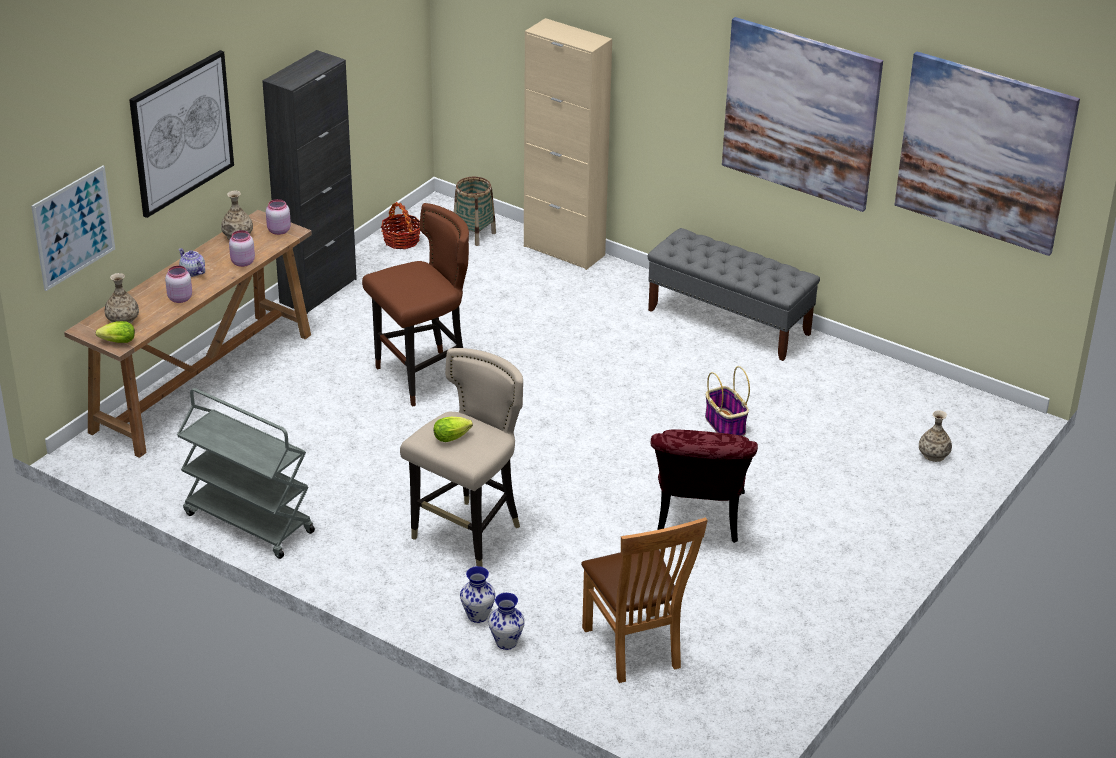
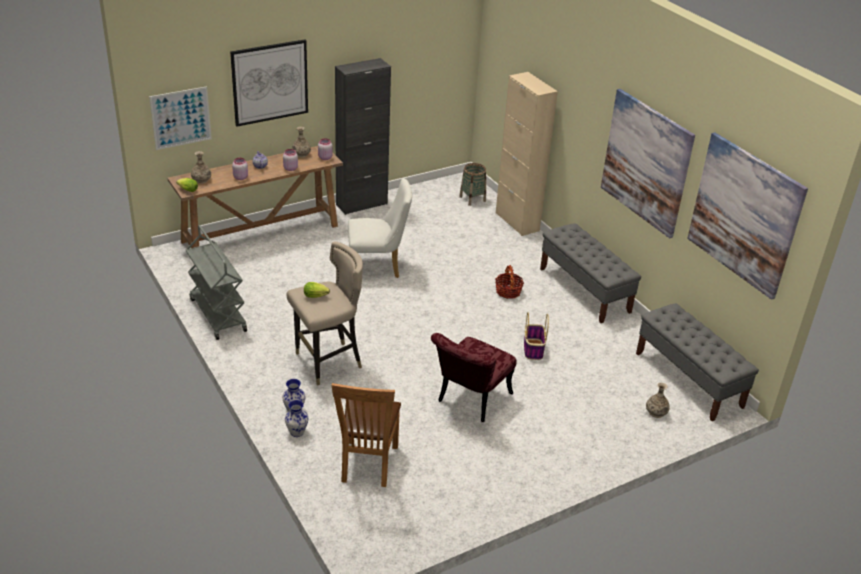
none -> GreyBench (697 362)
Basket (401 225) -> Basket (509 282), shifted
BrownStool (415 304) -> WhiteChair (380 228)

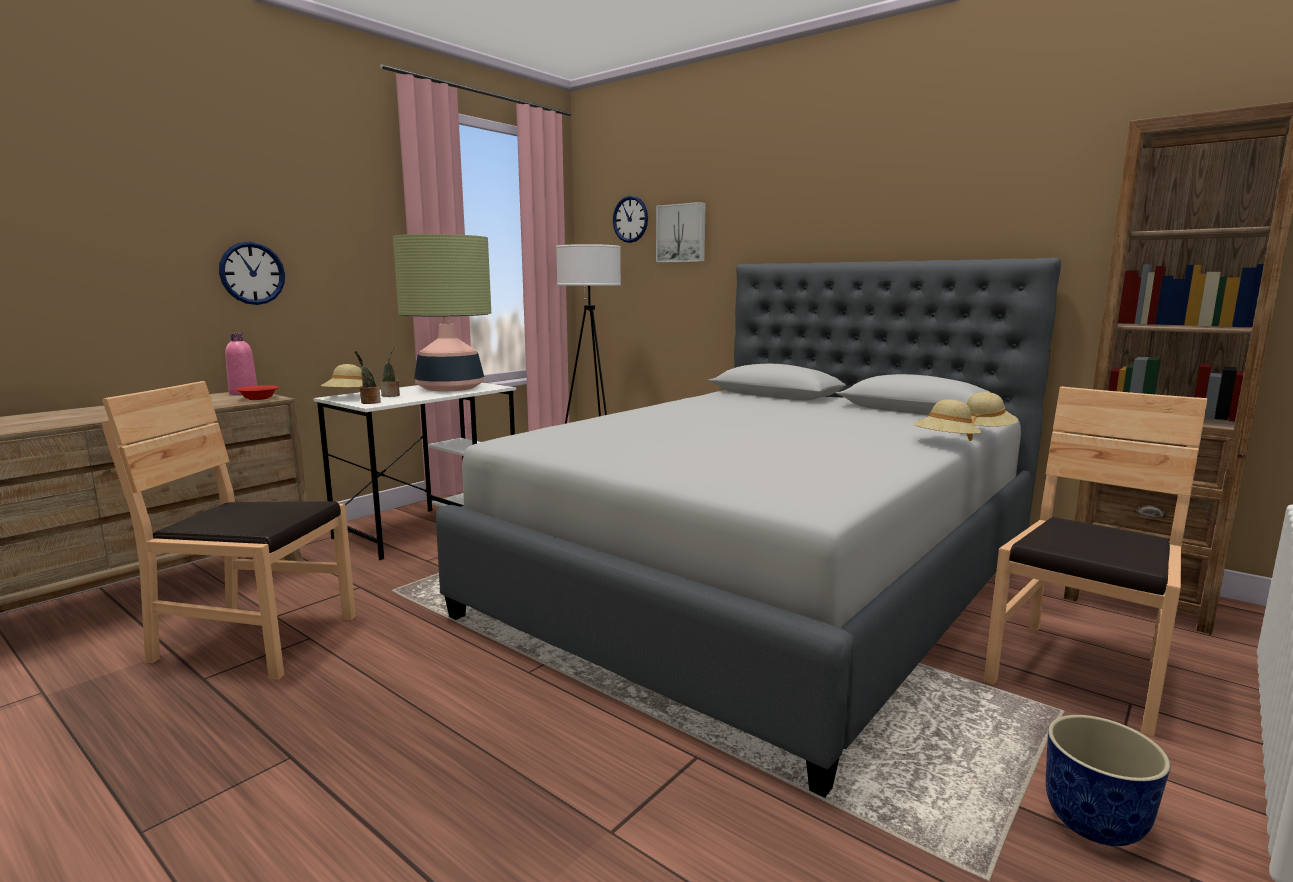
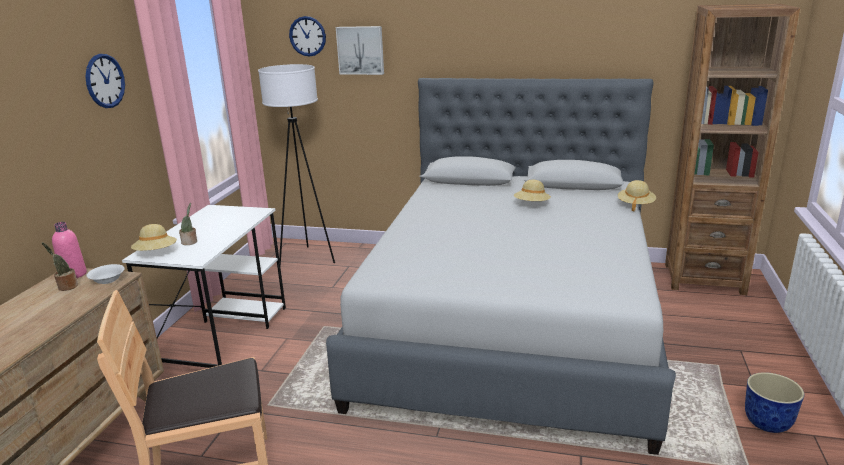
TableLamp (442 313) -> none
BrownChair (1096 562) -> none
WallClock (252 273) -> WallClock (105 81), shifted
PottedPlant (368 377) -> PottedPlant (60 266), shifted
BeigeHat (947 420) -> BeigeHat (532 190), shifted
RedBowl (257 392) -> WhiteBowl (105 274)

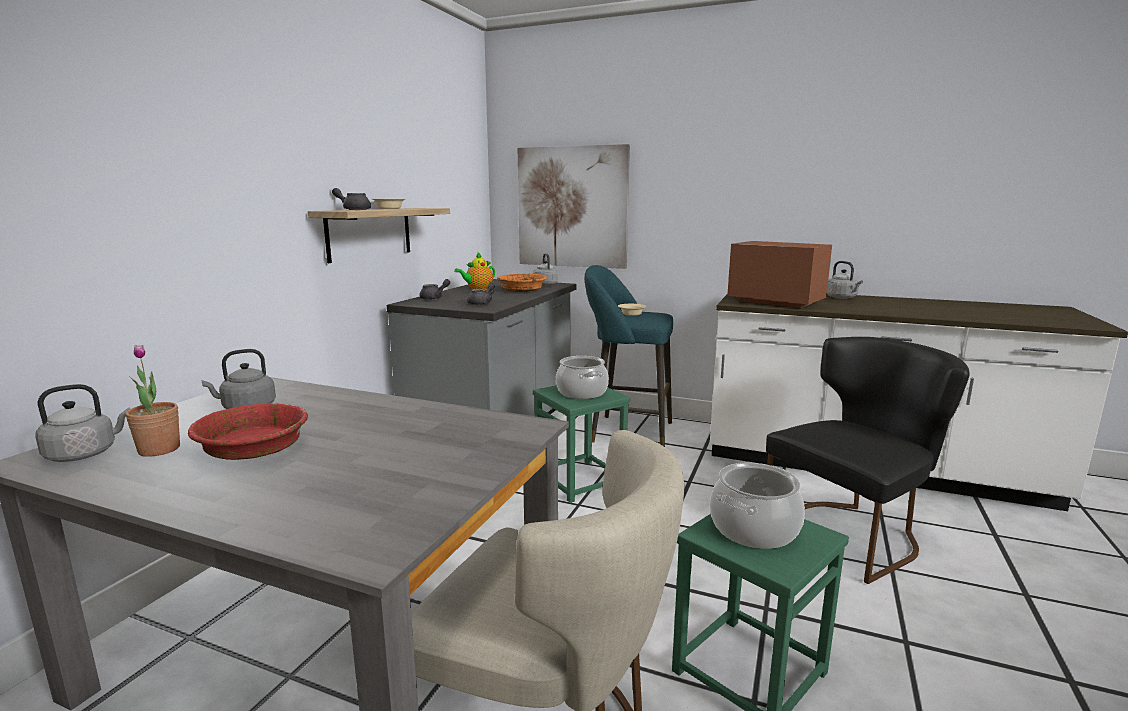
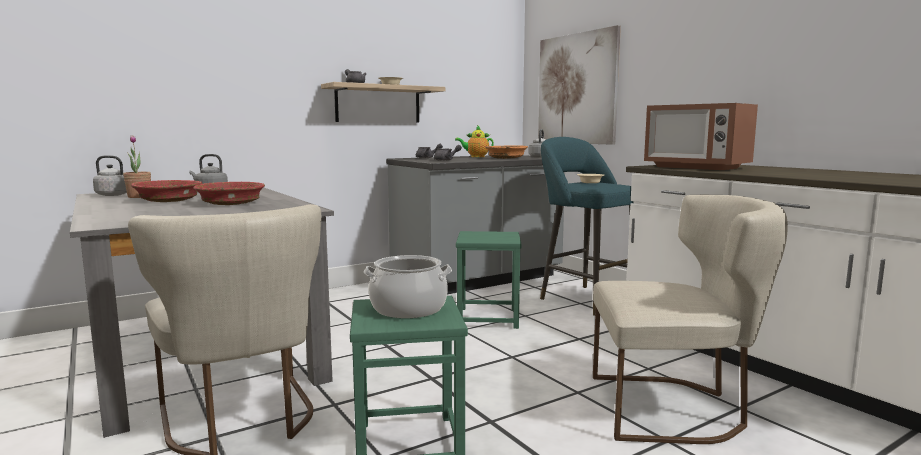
CookingPot (582 377) -> none
GreyKettle (845 280) -> none
none -> RedBowl (229 193)
BlackChair (868 460) -> BeigeChair (690 319)
Microwave (779 274) -> Microwave (701 136), 150 degrees clockwise

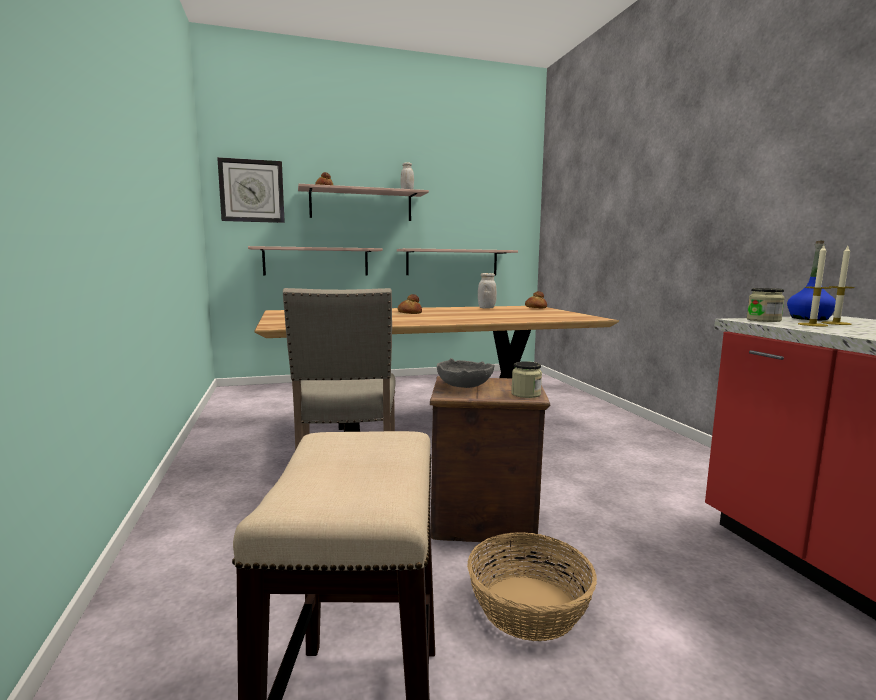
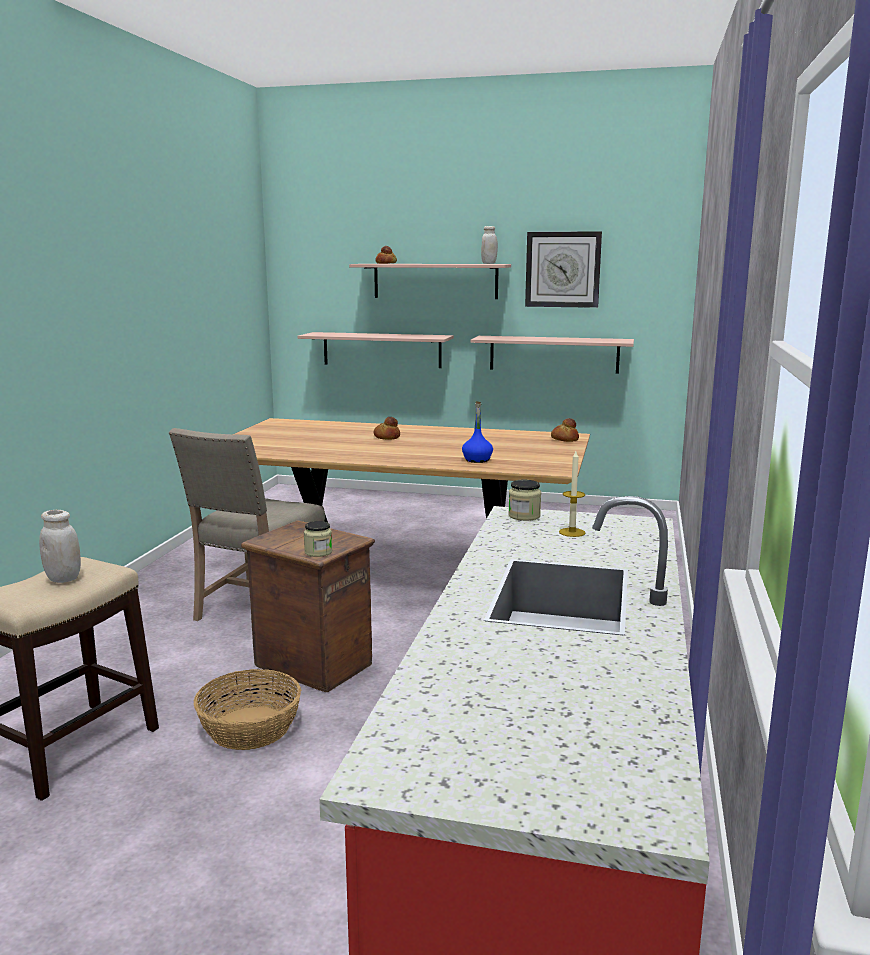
GreyBowl (466 373) -> none
Candle (814 286) -> none
WallClock (251 190) -> WallClock (563 269), shifted
WhiteJar (487 290) -> WhiteJar (60 546), shifted
BlueBottle (811 280) -> BlueBottle (477 432), shifted

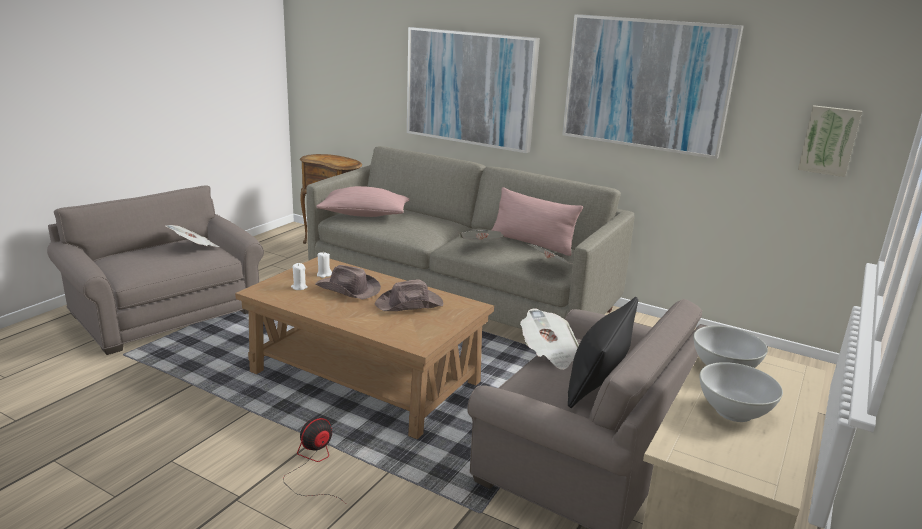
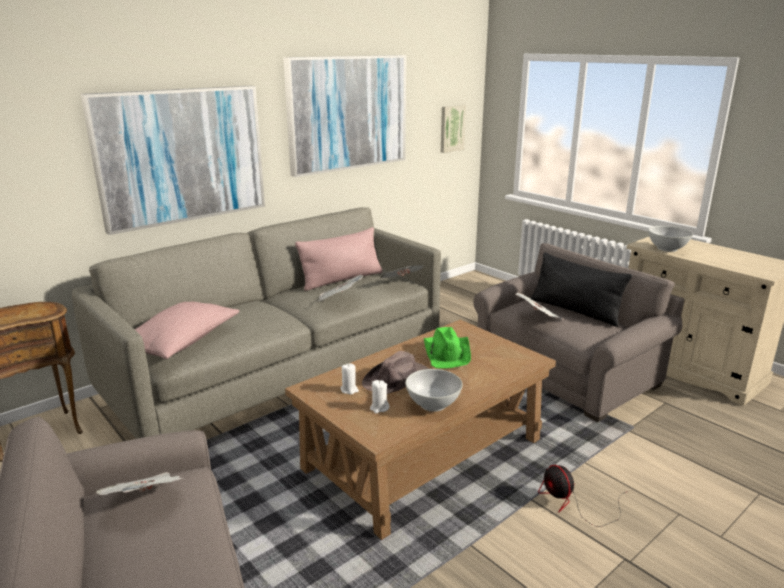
WhiteBowl (741 392) -> WhiteBowl (434 390), shifted
BrownHat (409 295) -> GreenHat (447 348)

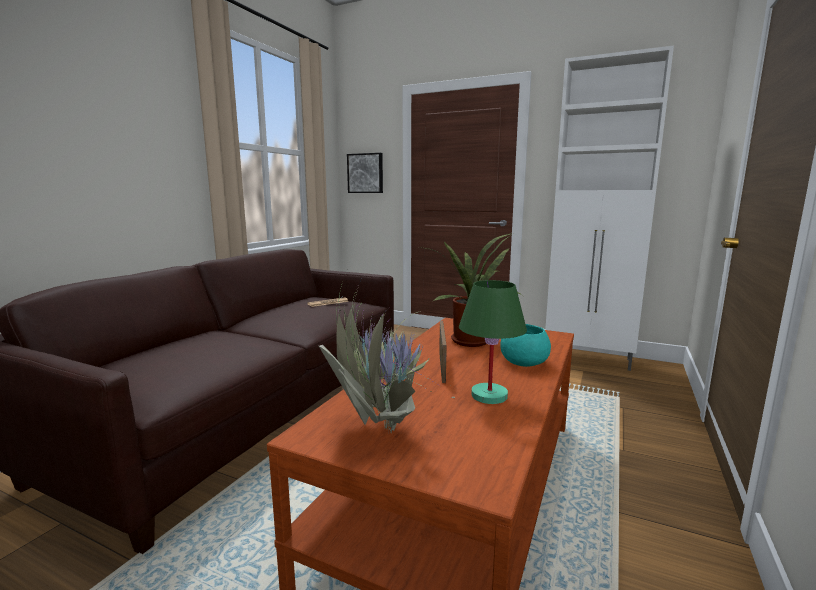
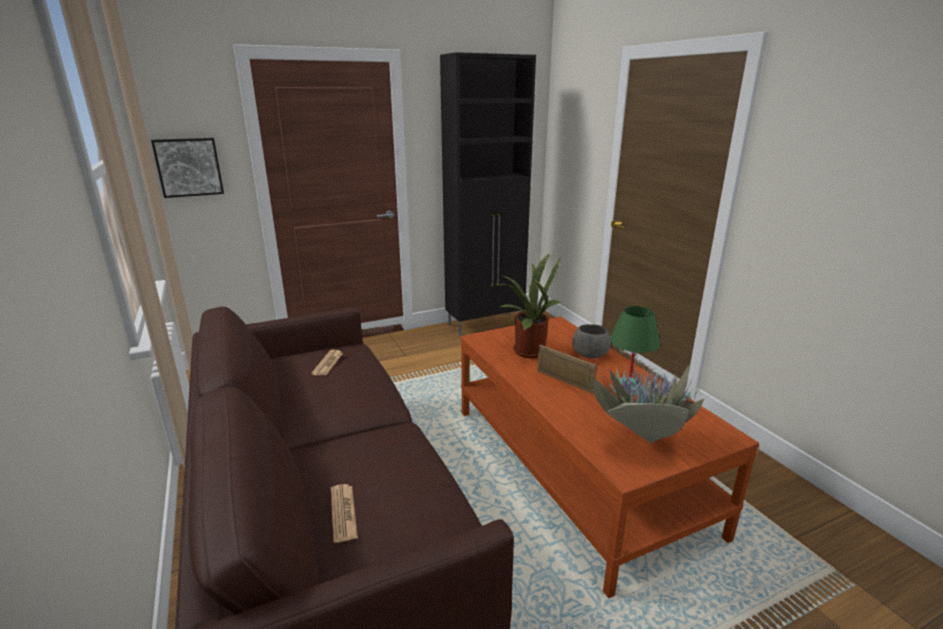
none -> Newspaper (344 513)
TurquoiseBowl (525 345) -> GreyBowl (591 341)
WhiteCabinet (609 208) -> BlackCabinet (488 194)

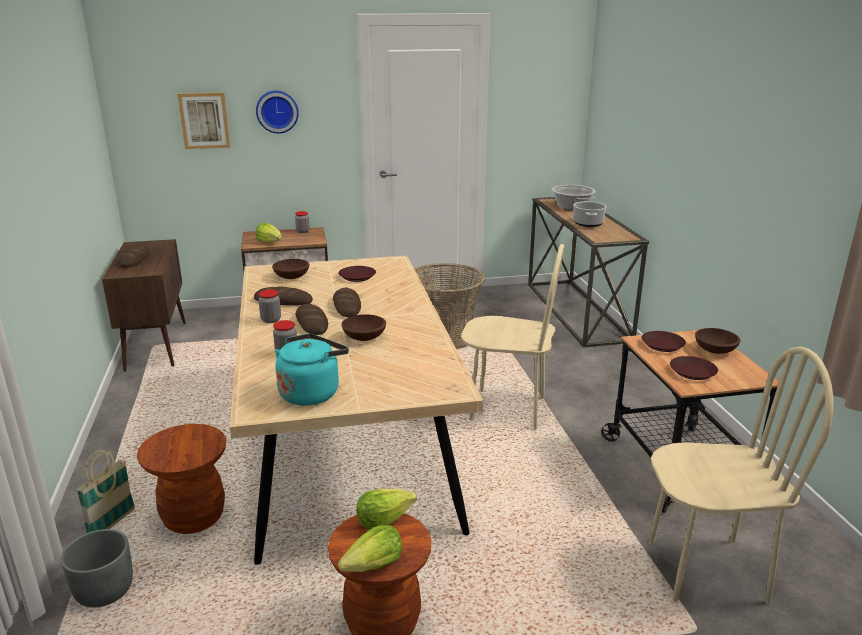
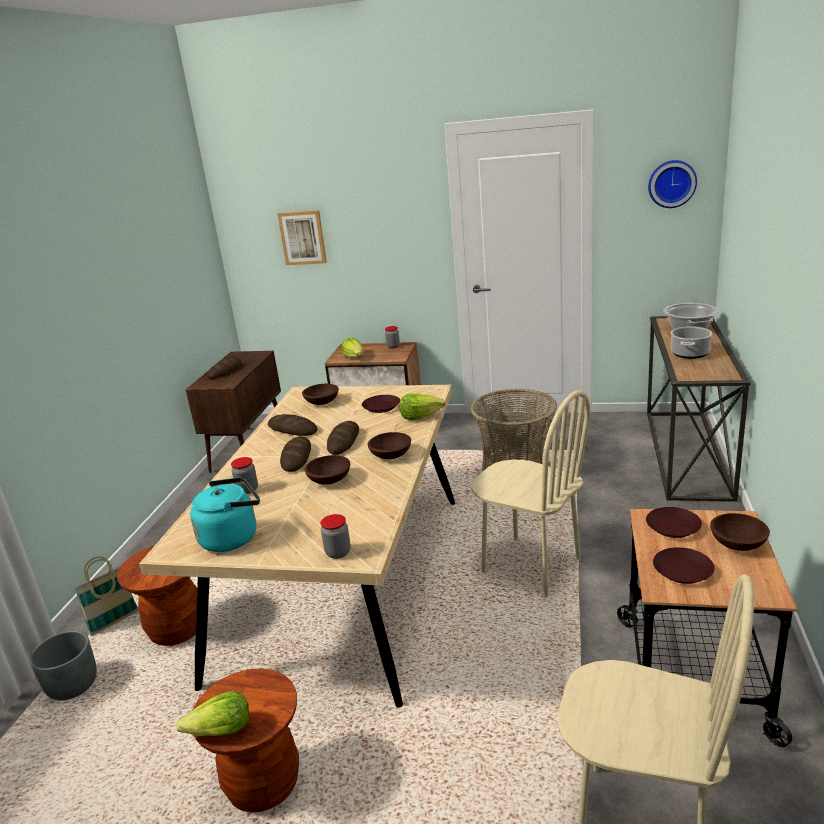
none -> BrownBowl (389 445)
WallClock (277 112) -> WallClock (672 184), shifted
Jar (269 306) -> Jar (336 536), shifted
Lettuce (386 509) -> Lettuce (422 406), shifted

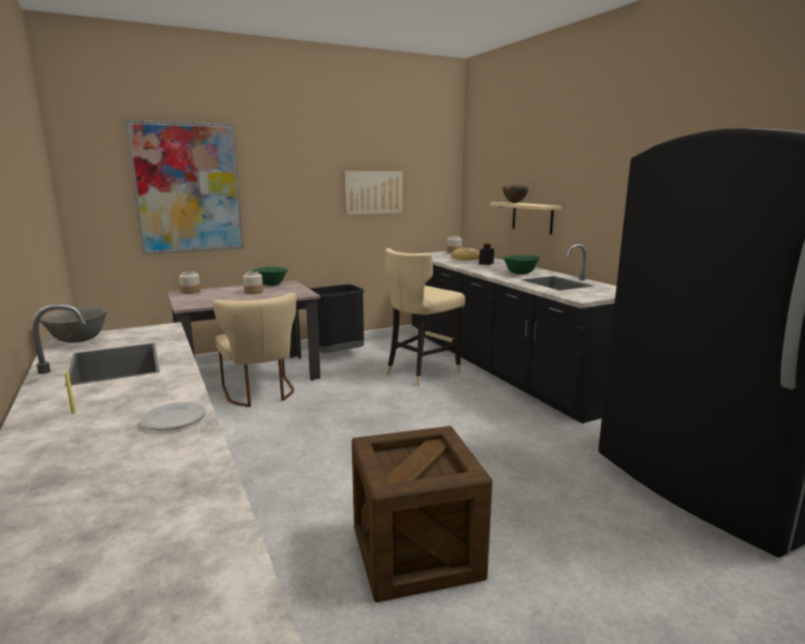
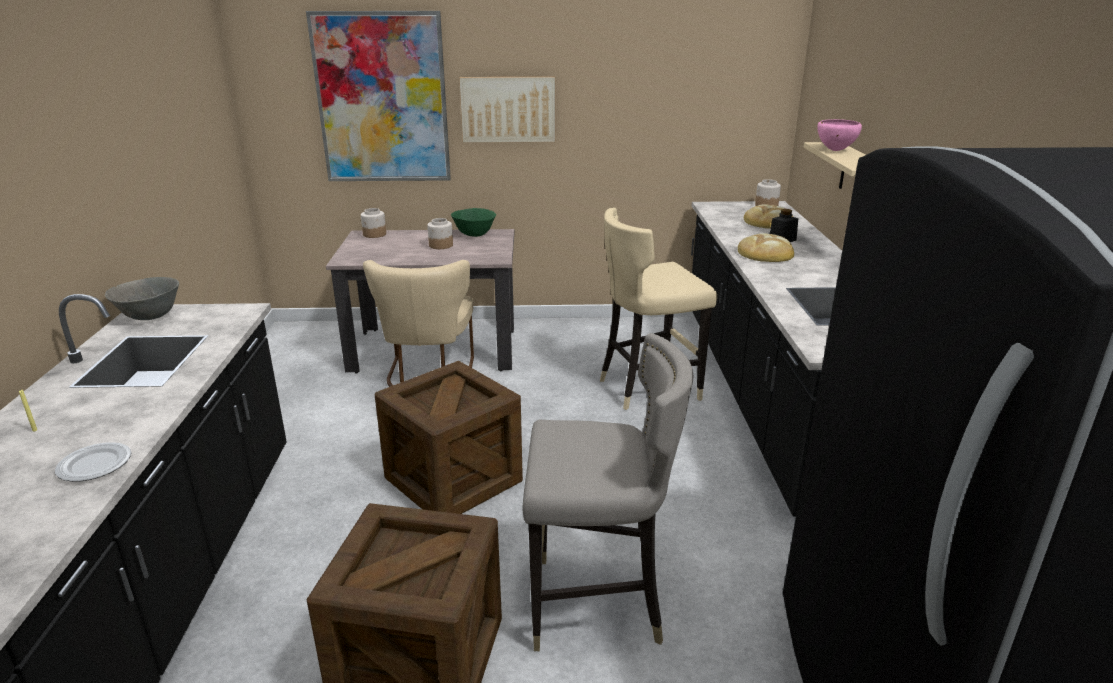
BlackTrashCan (337 318) -> none
GreenBowl (521 265) -> none
none -> Crate (448 437)
none -> GreyStool (608 492)
none -> Bread (766 247)
Picture (373 193) -> Picture (507 110), shifted
BrownBowl (516 194) -> PinkBowl (839 135)

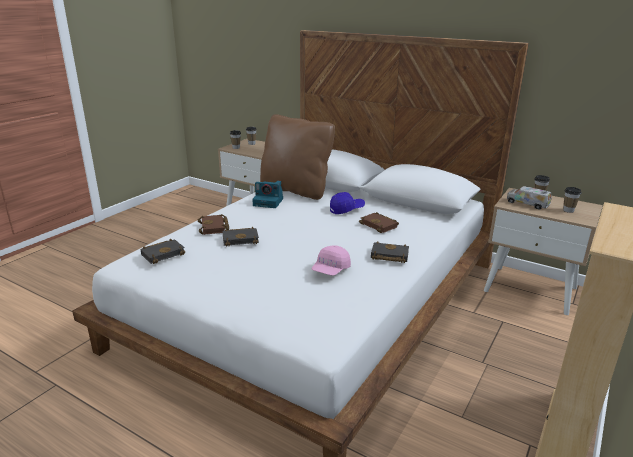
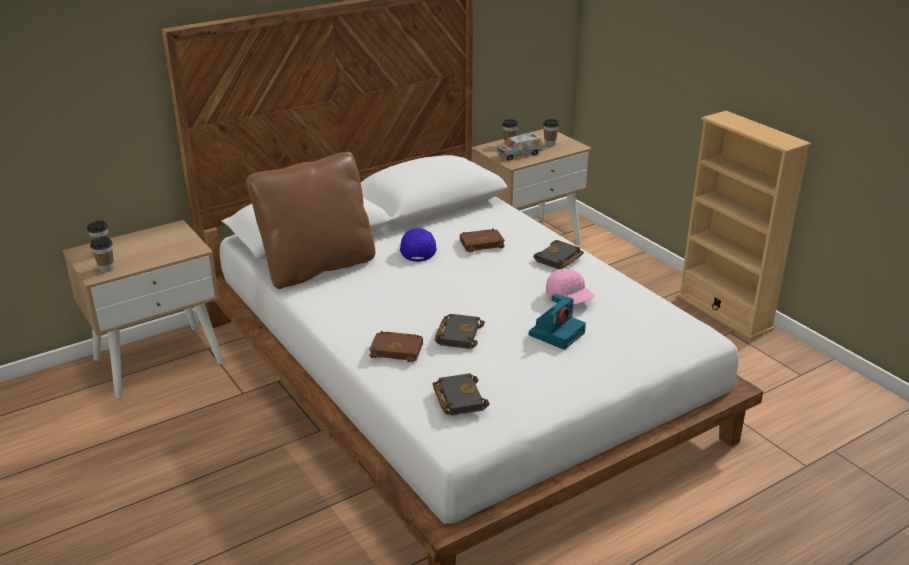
PhotoCamera (267 194) -> PhotoCamera (557 322), shifted

